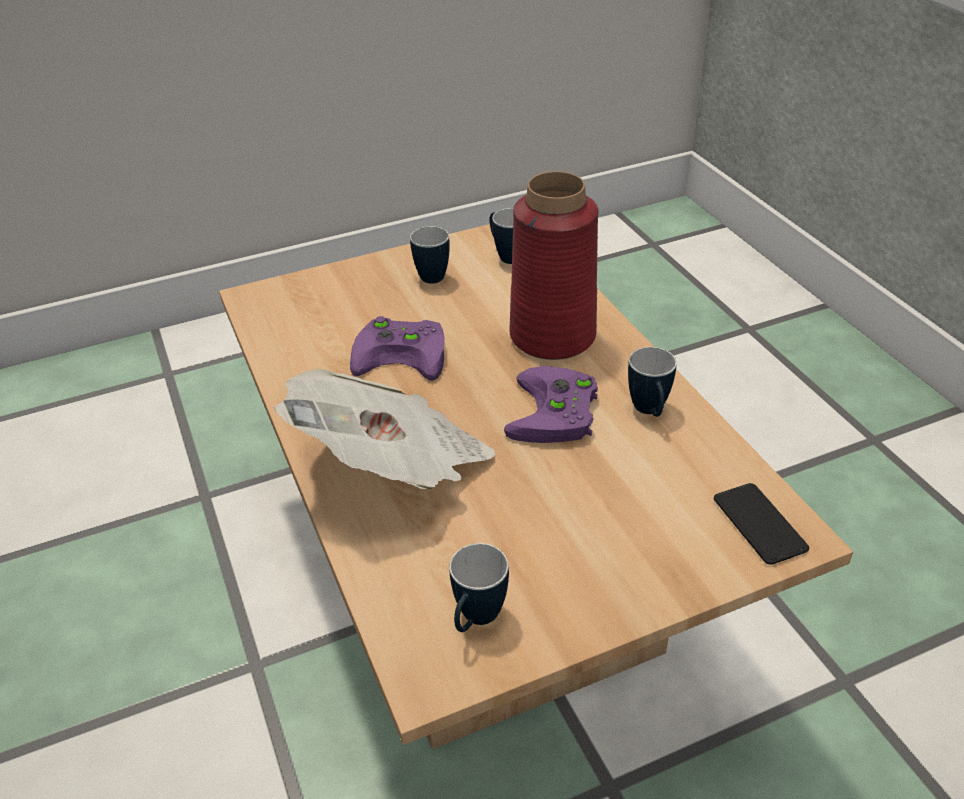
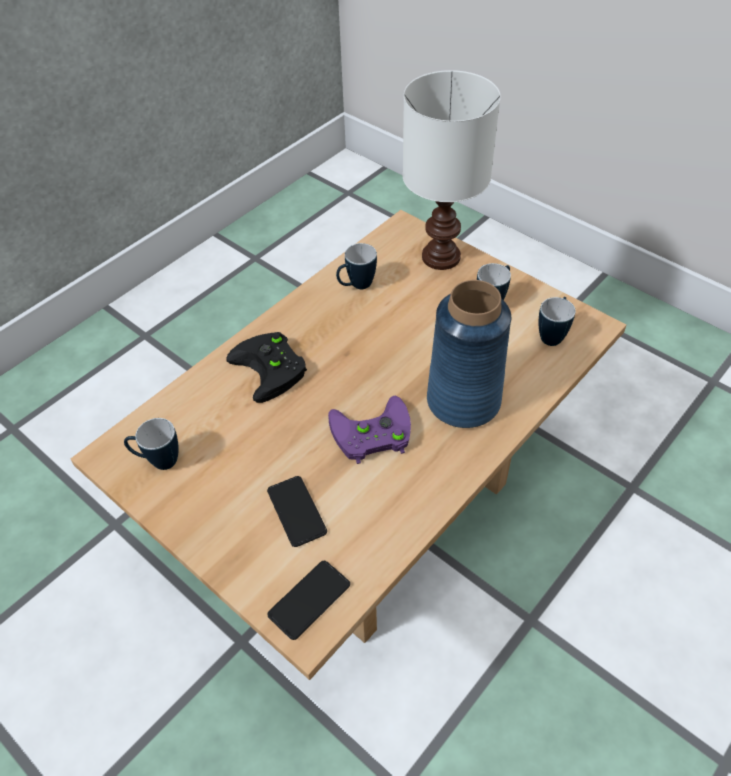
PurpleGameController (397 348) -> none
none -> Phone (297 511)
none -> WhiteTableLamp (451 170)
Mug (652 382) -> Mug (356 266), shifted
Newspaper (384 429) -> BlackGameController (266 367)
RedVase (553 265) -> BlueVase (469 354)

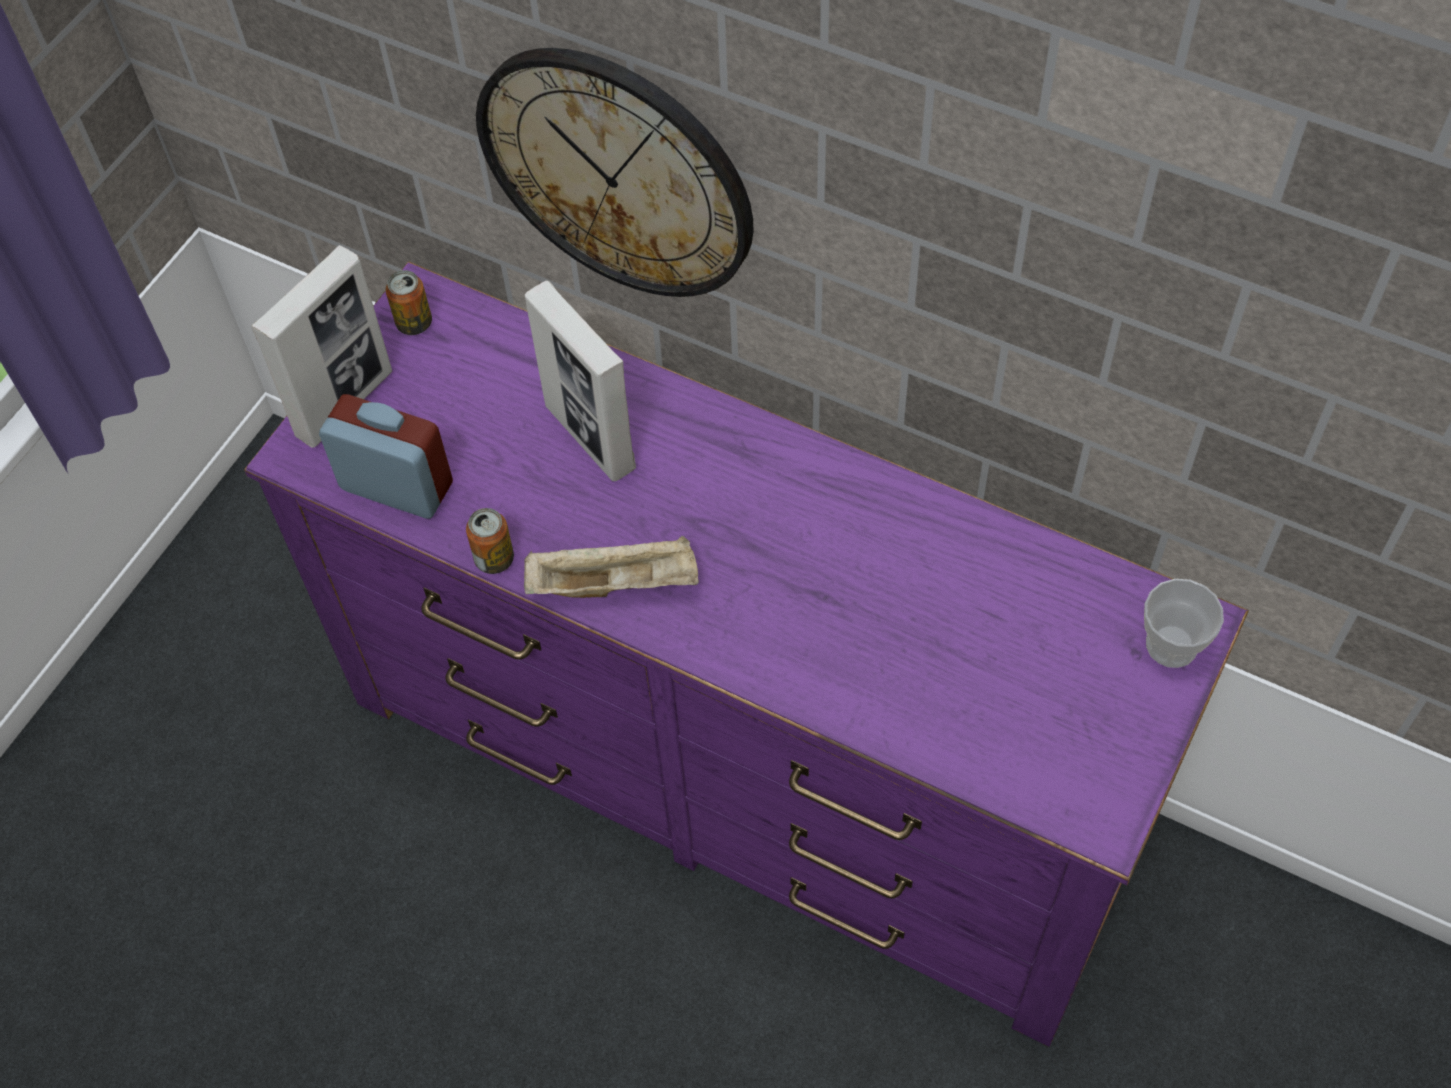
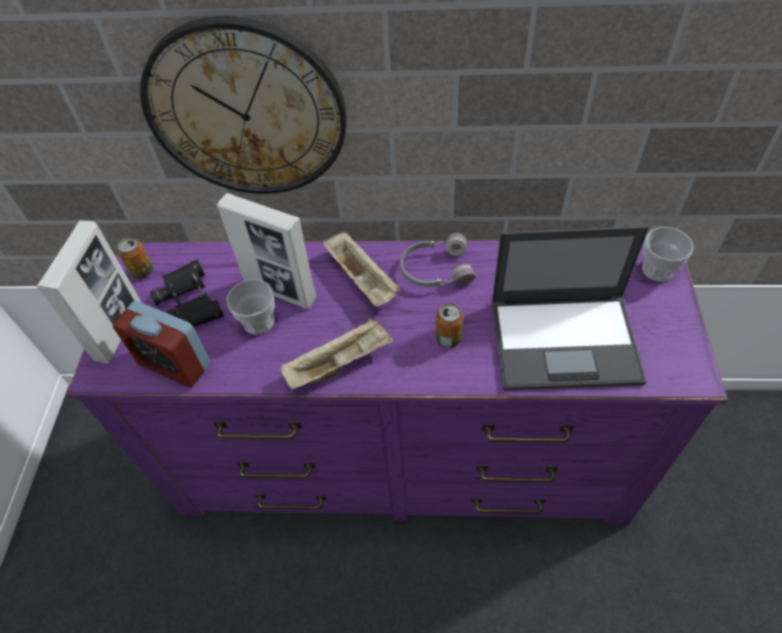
none -> BlackBinoculars (187 293)
none -> Cup (251 307)
none -> BeigeTray (361 269)
none -> GreyHeadphones (438 260)
none -> Laptop (570 308)
Can (490 541) -> Can (449 325), shifted
AlarmClock (386 456) -> AlarmClock (161 344), 150 degrees counterclockwise

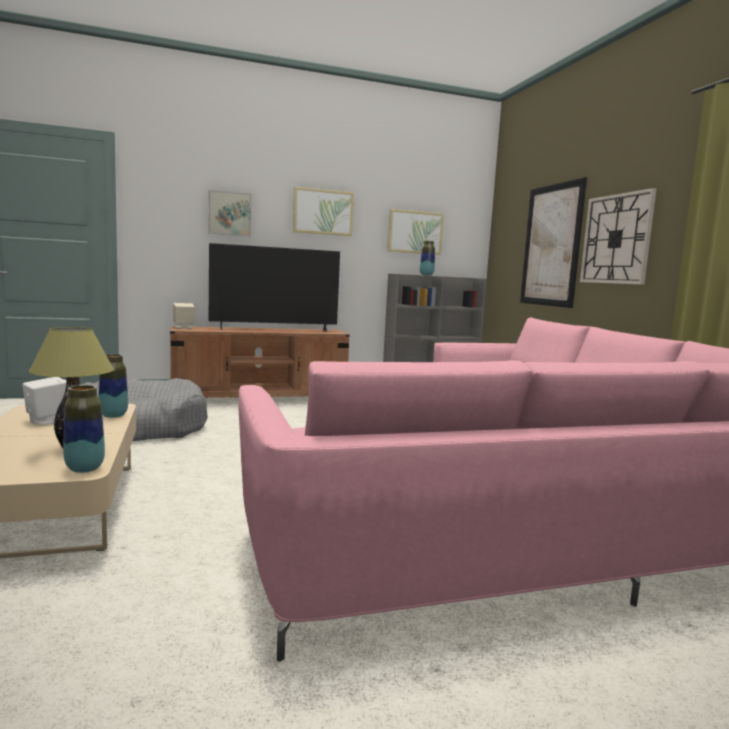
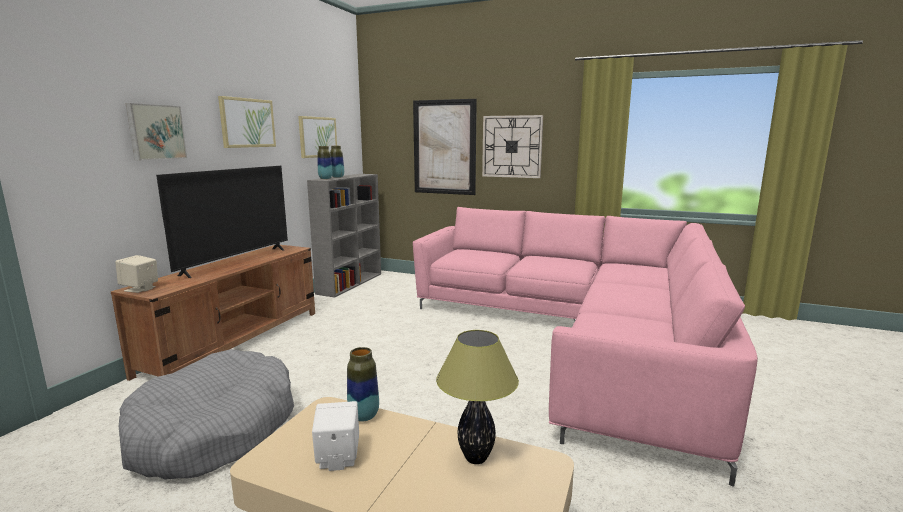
Vase (84 429) -> Vase (325 162), shifted

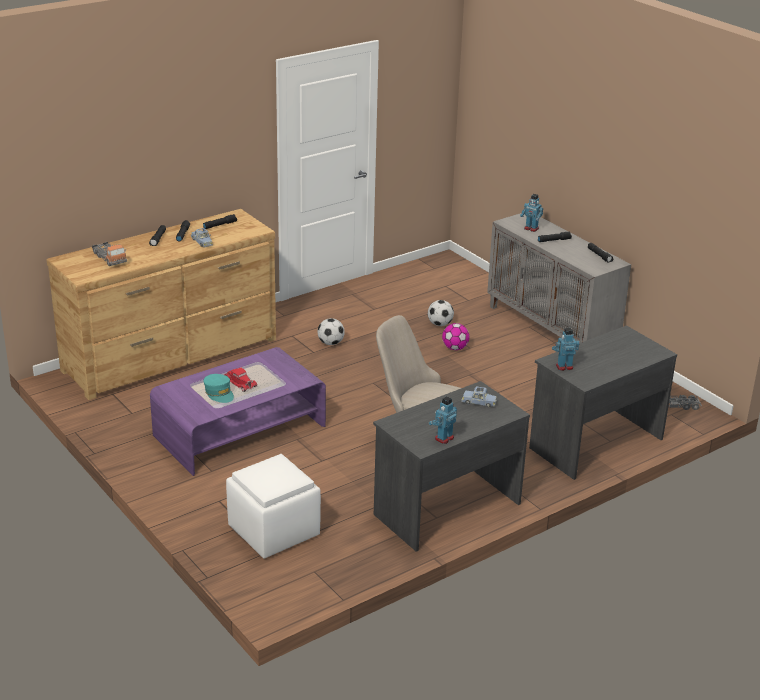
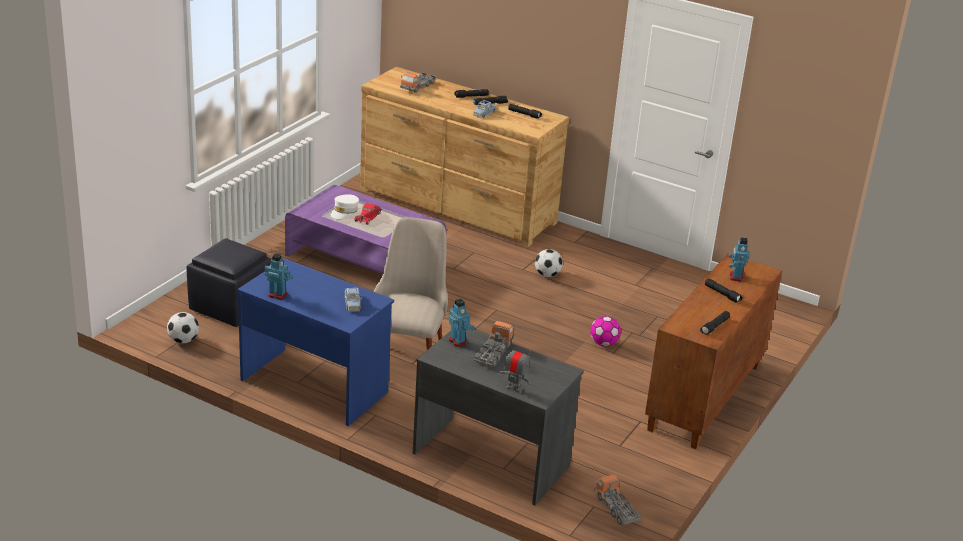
none -> ToyTruck (494 344)
none -> ToyRobot (515 368)
Football (441 313) -> Football (183 327), shifted
TurquoiseCap (218 388) -> WhiteCap (345 206)
WhiteOttoman (273 506) -> BlackOttoman (229 282)
GreyDesk (451 466) -> BlueDesk (315 342)
GreyCabinet (559 278) -> BrownCabinet (713 351)

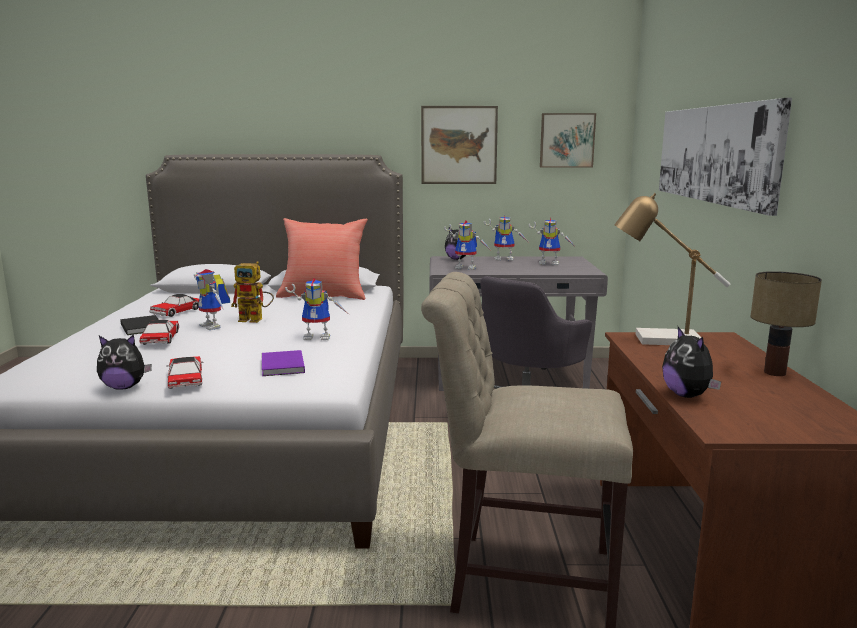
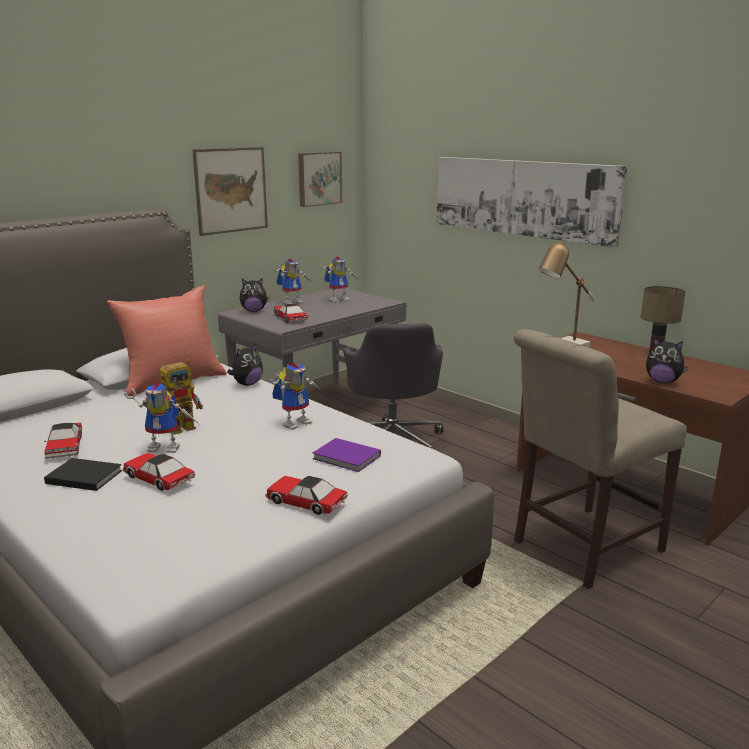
PlushToy (124 362) -> PlushToy (245 364), shifted
ToyRobot (467 245) -> ToyCar (291 313)

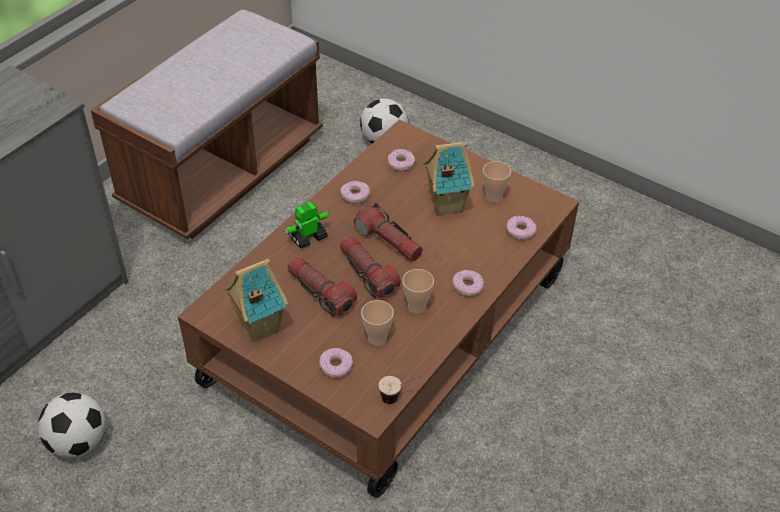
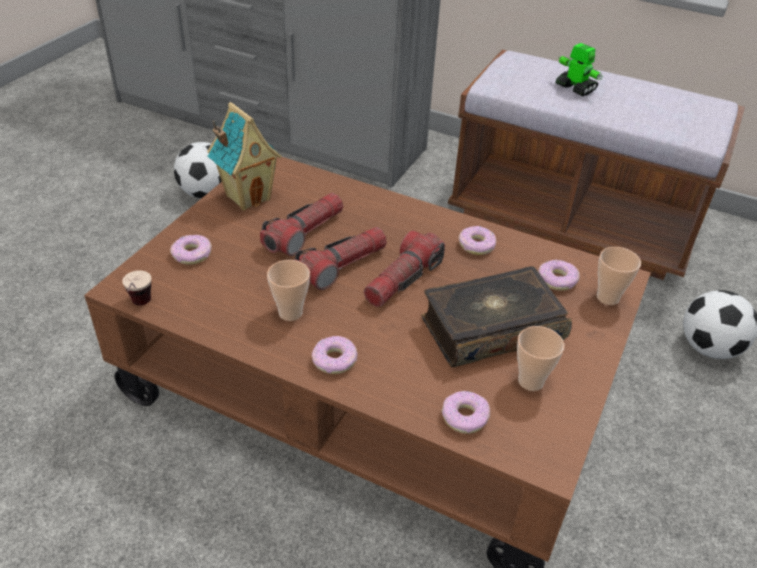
ToyRobot (306 224) -> ToyRobot (579 69), shifted
Cup (377 323) -> Cup (619 276), shifted
ToyHouse (448 179) -> Book (496 317)

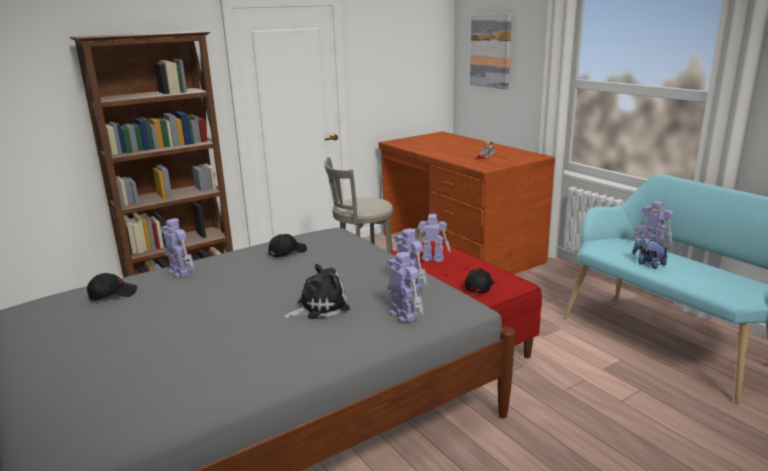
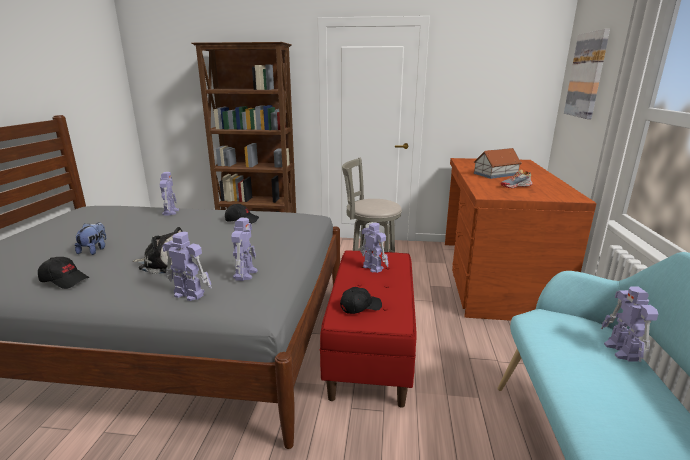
none -> ToyHouse (498 163)
BlackCap (112 286) -> BlackCap (63 273), shifted
PlushToy (651 253) -> PlushToy (90 238), shifted
ToyRobot (405 287) -> ToyRobot (187 266), 75 degrees counterclockwise

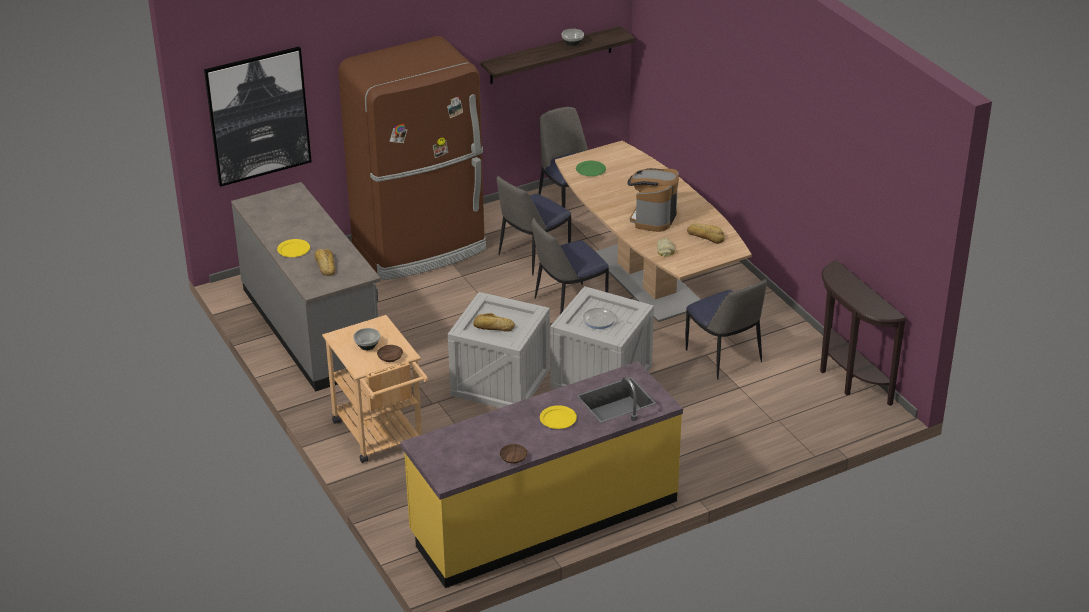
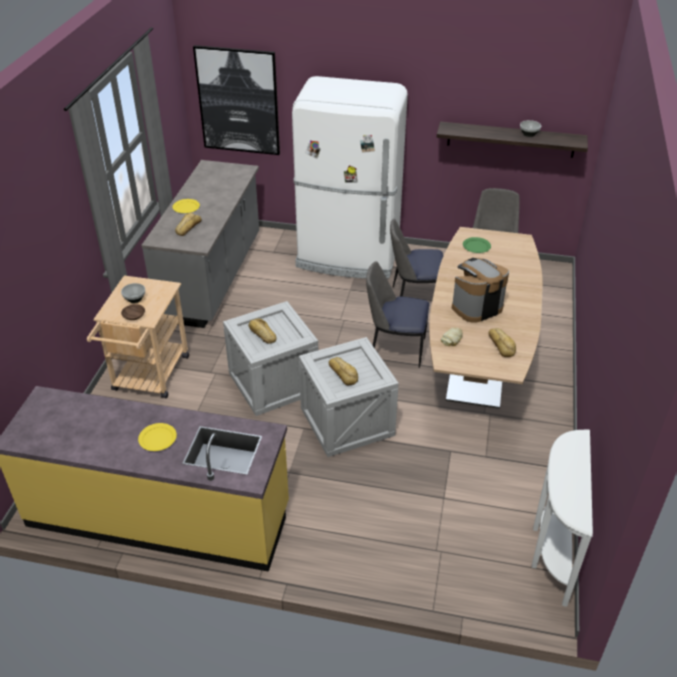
BrownBowl (514 454) -> none
Chair (726 329) -> none
FryingPan (607 318) -> Bread (343 371)
BrownFridge (412 158) -> WhiteFridge (350 177)
BrownConsoleTable (863 333) -> WhiteConsoleTable (562 518)

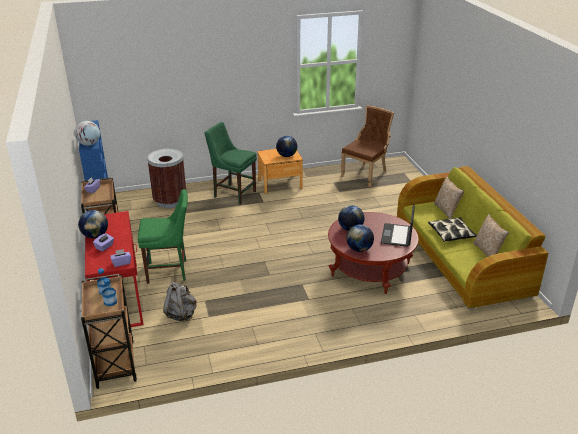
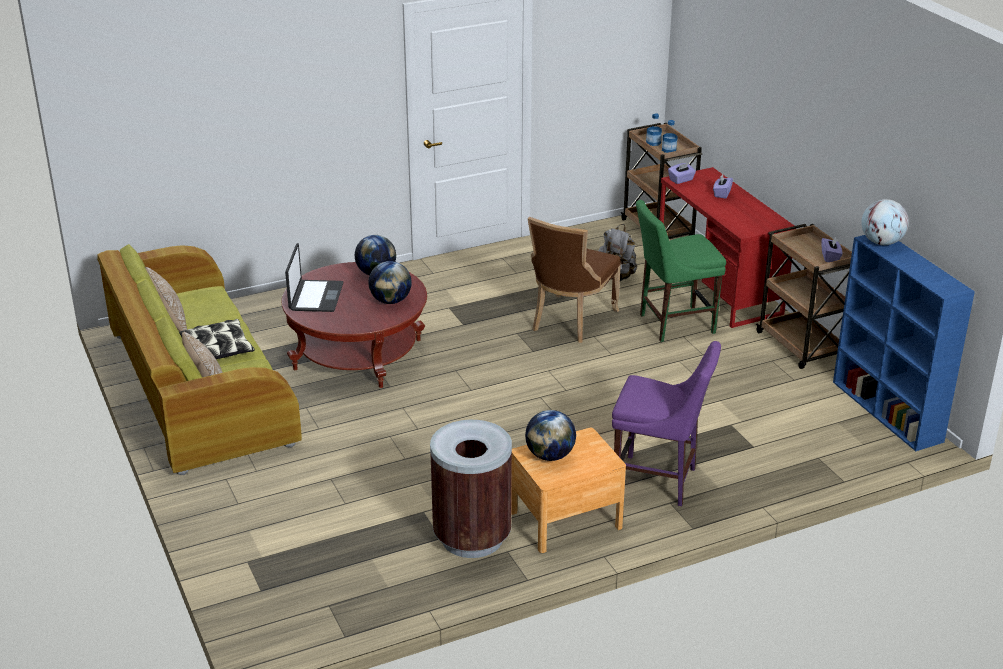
Globe (93 224) -> none
BrownTrashCan (166 178) -> BrownTrashCan (471 489), shifted
BrownChair (367 146) -> BrownChair (574 280), shifted
GreenChair (231 163) -> PurpleChair (666 423)

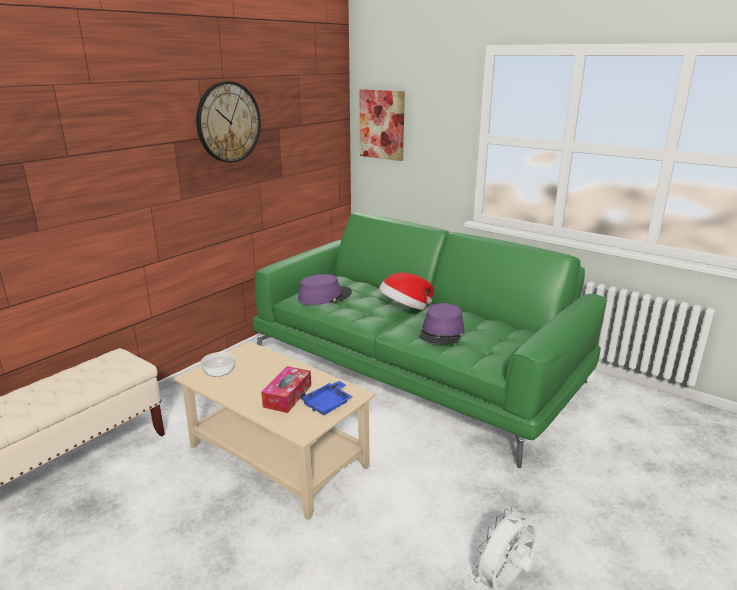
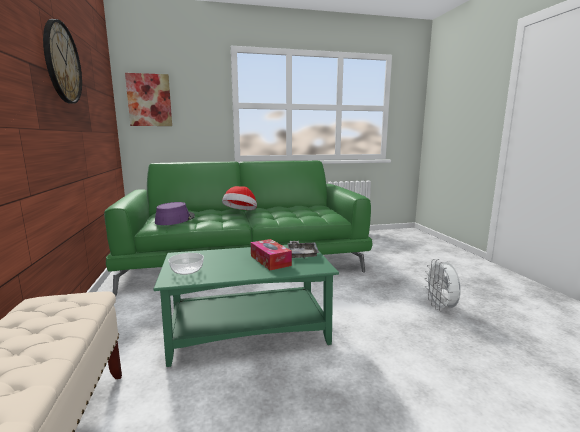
PurpleHat (442 323) -> none
BeigeCoffeeTable (275 430) -> GreenCoffeeTable (246 306)
BlueTray (326 398) -> GreyTray (303 250)

